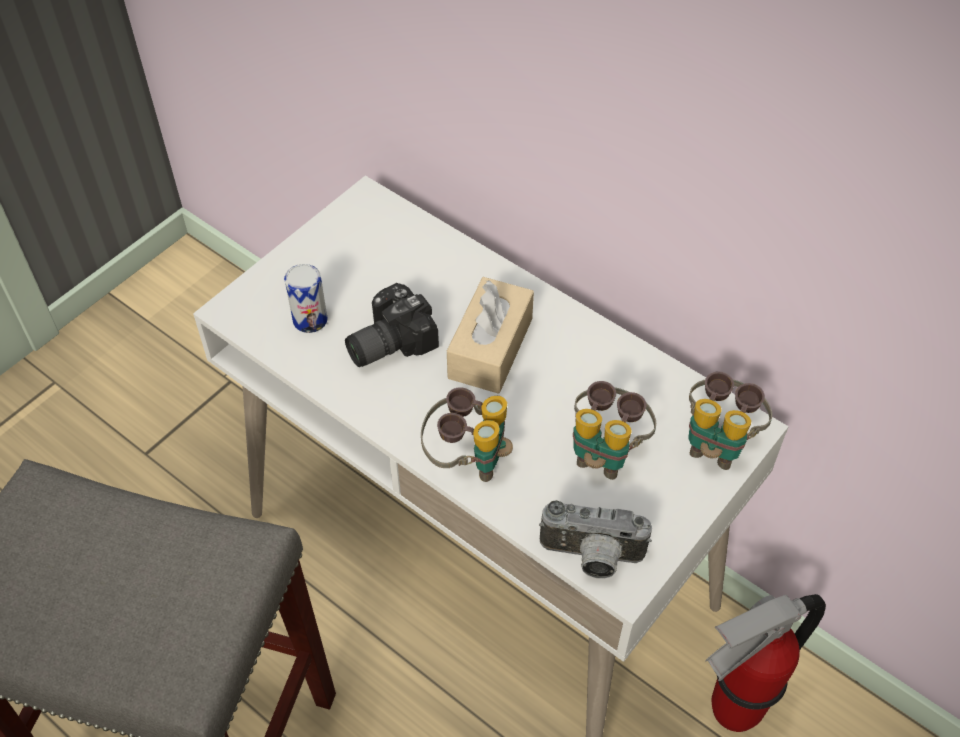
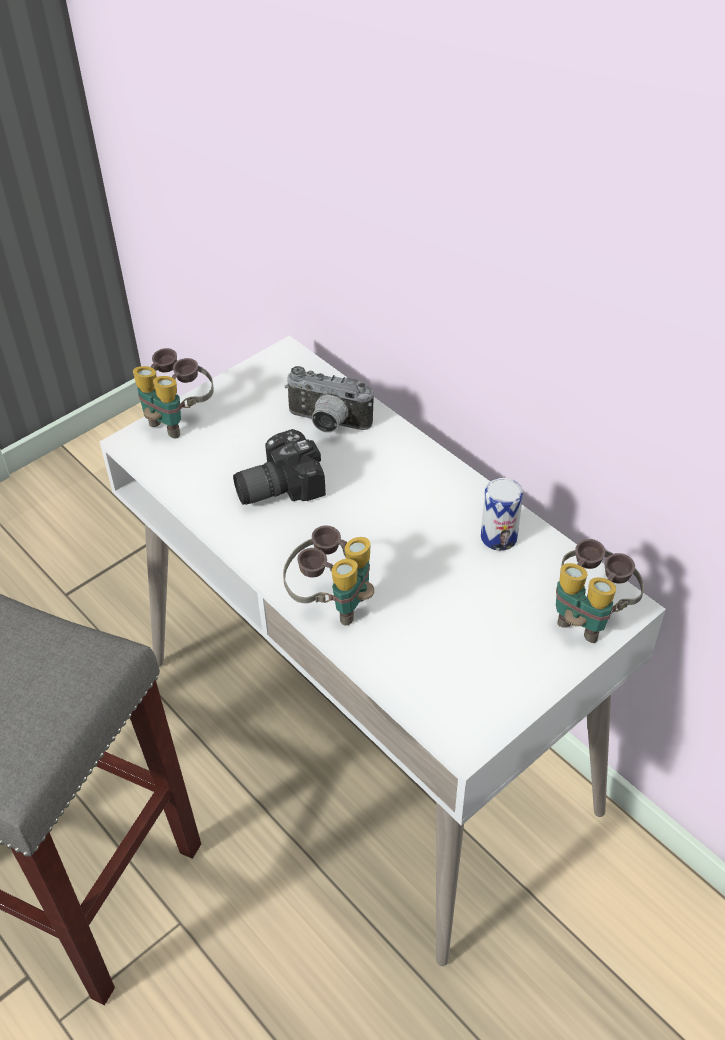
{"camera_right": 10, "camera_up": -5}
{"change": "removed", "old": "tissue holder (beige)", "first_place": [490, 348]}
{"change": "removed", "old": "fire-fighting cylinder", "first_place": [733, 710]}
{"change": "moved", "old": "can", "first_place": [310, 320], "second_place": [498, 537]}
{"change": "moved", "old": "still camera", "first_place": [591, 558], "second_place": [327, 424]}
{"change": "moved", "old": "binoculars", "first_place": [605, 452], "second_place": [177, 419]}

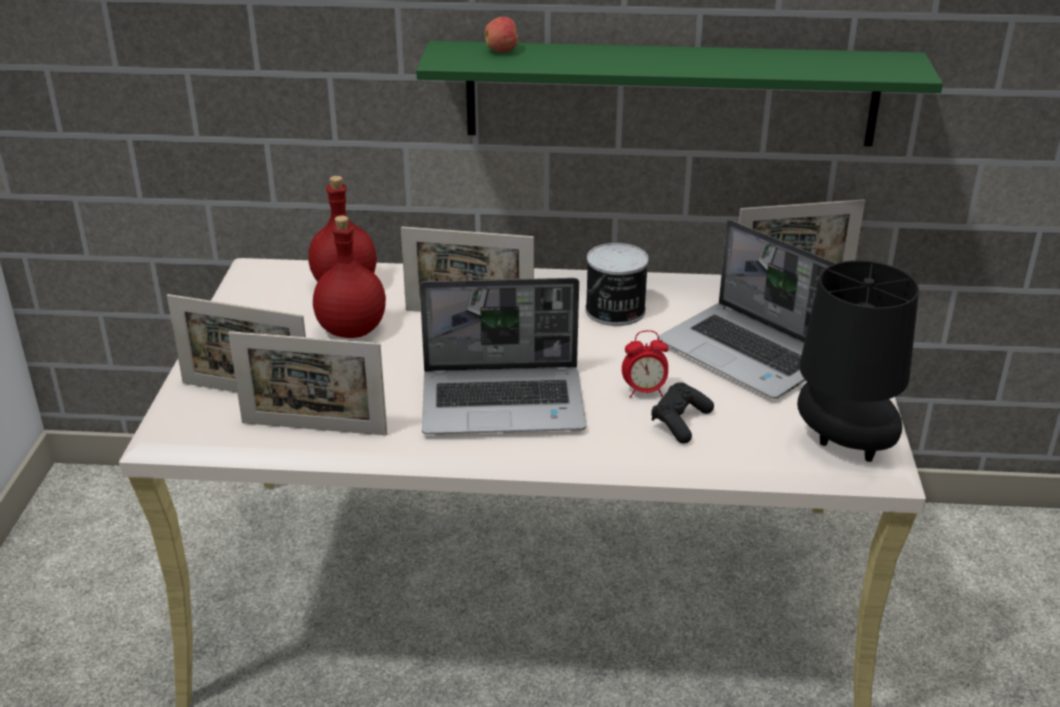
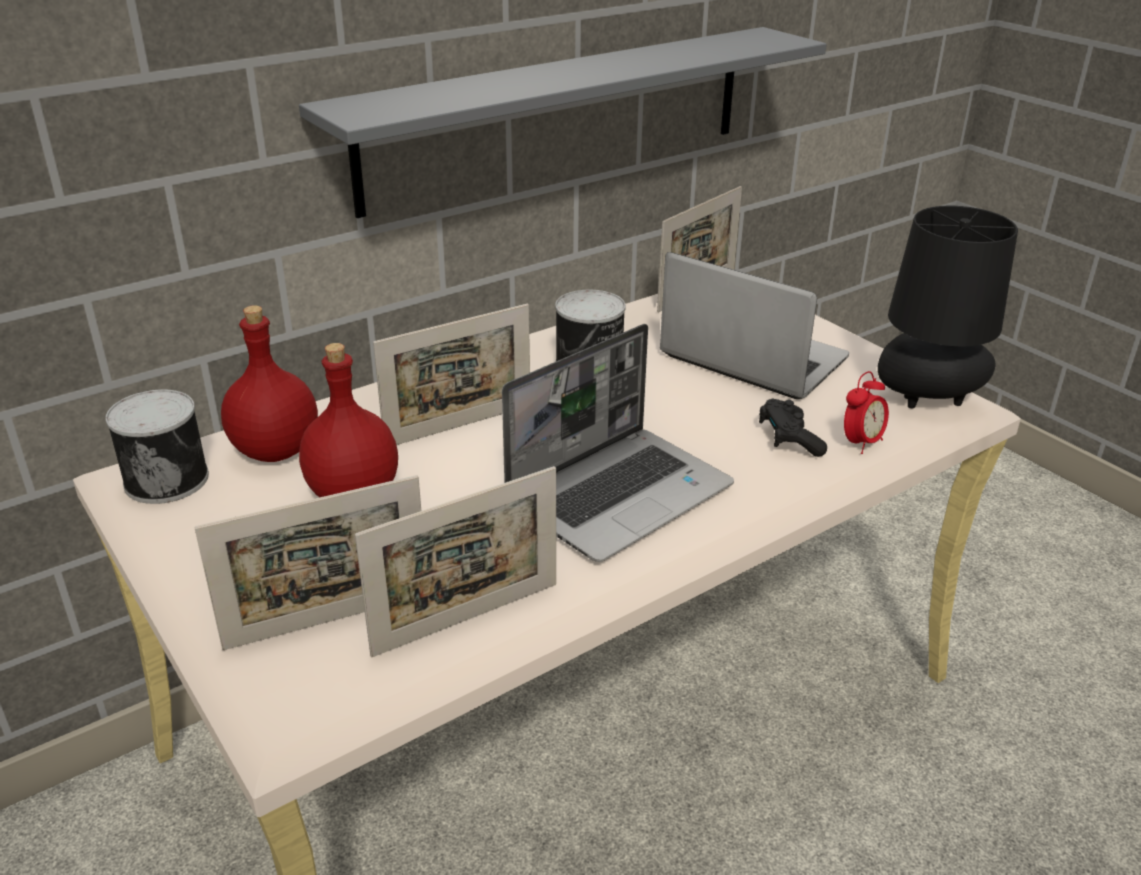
{"camera_right": -40, "camera_up": 0}
{"change": "removed", "old": "apple", "first_place": [502, 51]}
{"change": "added", "new": "can", "second_place": [167, 478]}
{"change": "moved", "old": "table clock", "first_place": [644, 391], "second_place": [861, 443]}
{"change": "recoloured", "old": "wall shelf (green)", "new": "wall shelf (greyish)", "first_place": [670, 93], "second_place": [560, 116]}
{"change": "turned", "old": "portable computer", "first_place": [749, 353], "second_place": [750, 358], "degrees": -150}

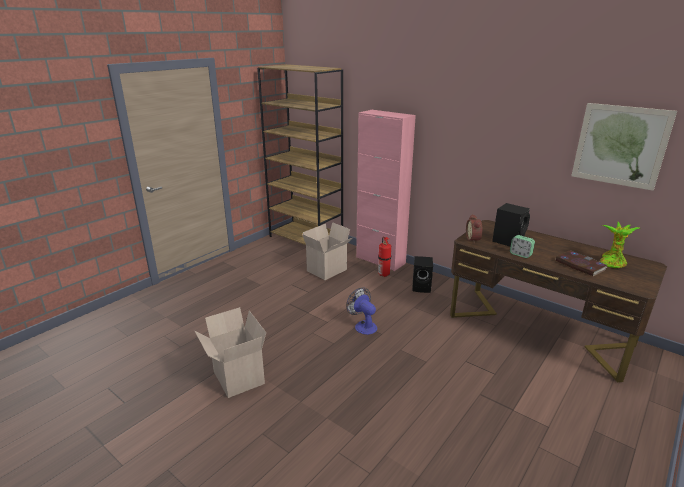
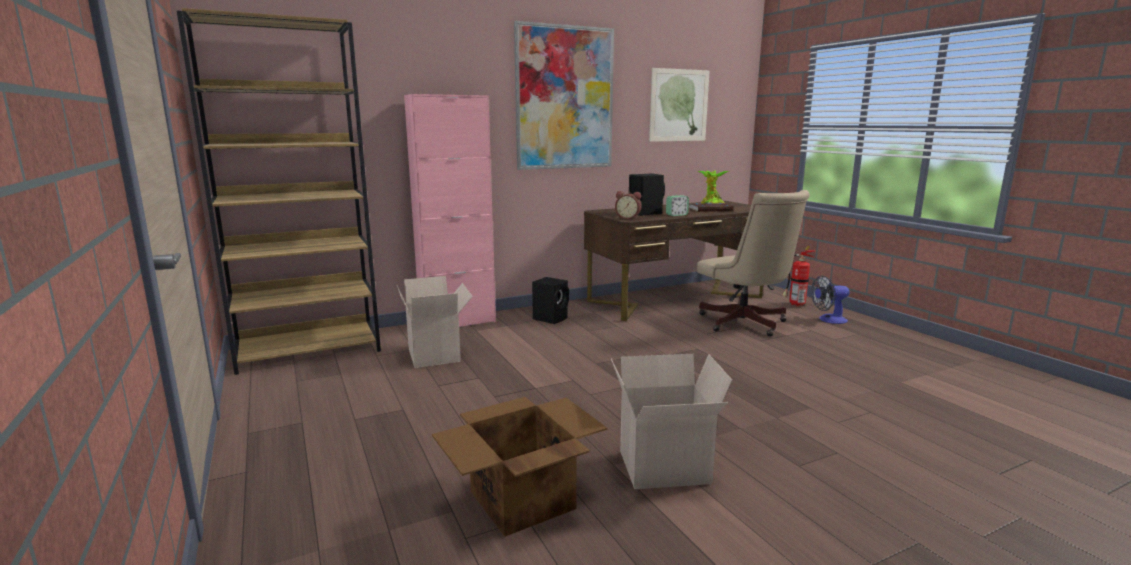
{"camera_right": -65, "camera_up": -10}
{"change": "added", "new": "carton", "second_place": [520, 500]}
{"change": "added", "new": "picture", "second_place": [564, 98]}
{"change": "added", "new": "computer chair (beige)", "second_place": [745, 324]}
{"change": "moved", "old": "electric fan", "first_place": [363, 325], "second_place": [828, 320]}
{"change": "moved", "old": "fire-fighting cylinder", "first_place": [383, 274], "second_place": [794, 304]}

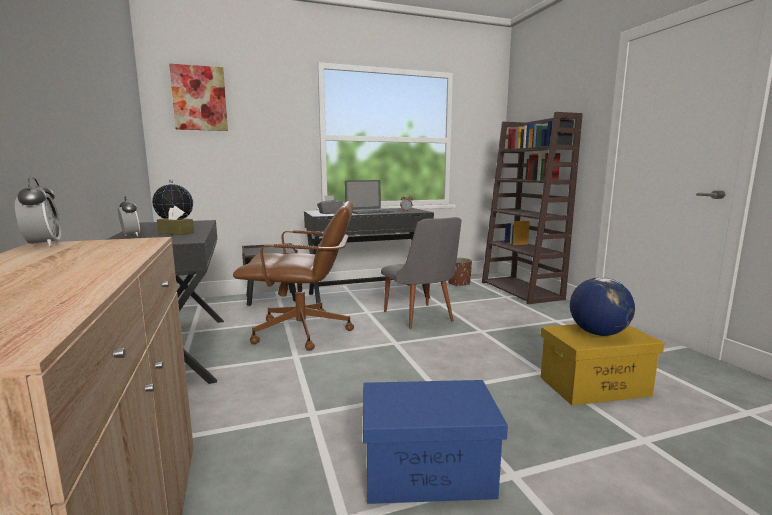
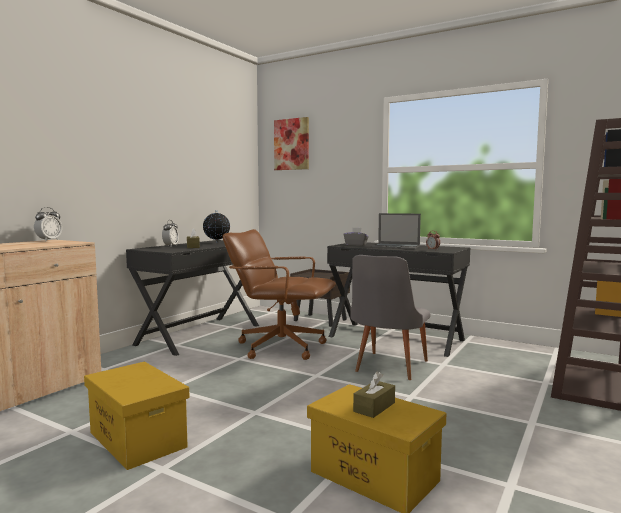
{"camera_right": 50, "camera_up": -5}
{"change": "removed", "old": "plant pot (brown)", "first_place": [459, 283]}
{"change": "replaced", "old": "globe", "new": "tissue holder (brown)", "first_place": [598, 333], "second_place": [374, 407]}
{"change": "recoloured", "old": "storage container (blue-coloured)", "new": "storage container (yellow)", "first_place": [426, 473], "second_place": [136, 439]}
{"change": "turned", "old": "computer chair (brown)", "first_place": [303, 332], "second_place": [280, 347], "degrees": 150}

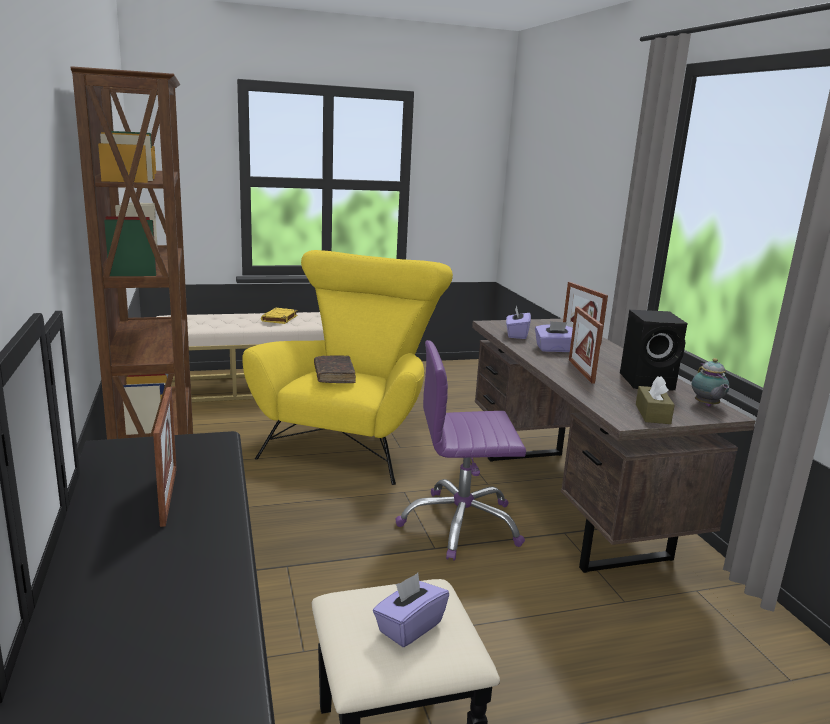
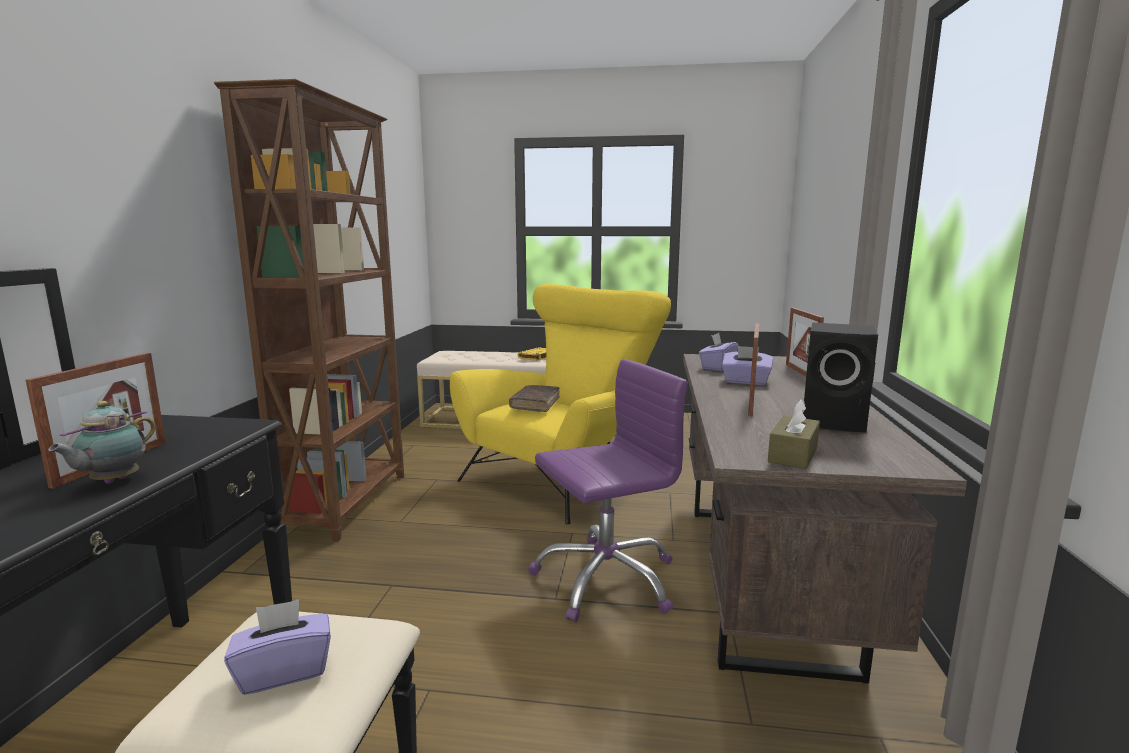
{"camera_right": 25, "camera_up": -5}
{"change": "moved", "old": "tea pot", "first_place": [706, 405], "second_place": [112, 482]}
{"change": "turned", "old": "computer chair (purplish)", "first_place": [461, 525], "second_place": [605, 579], "degrees": 135}

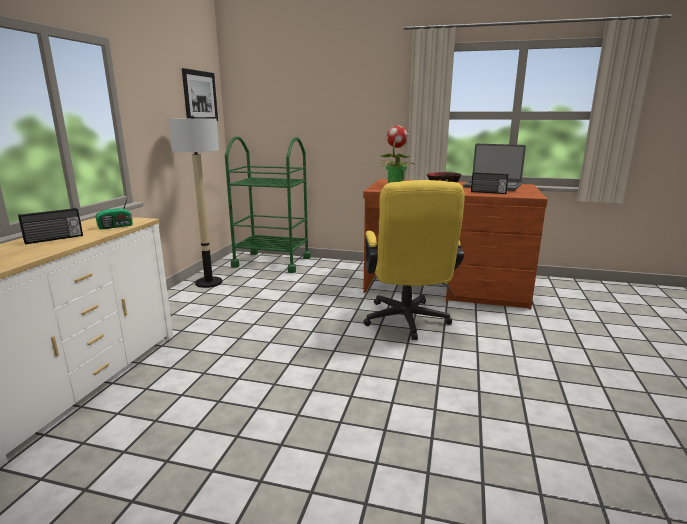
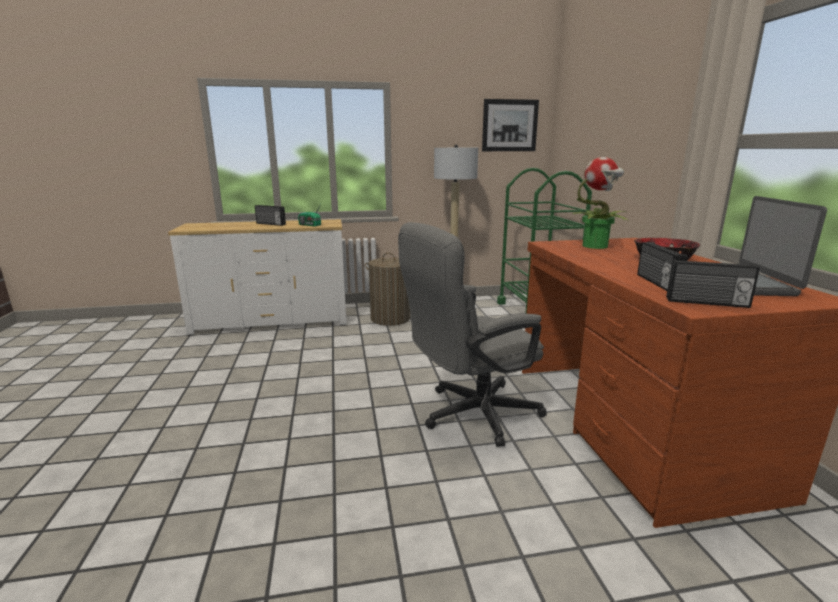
{"camera_right": 65, "camera_up": 0}
{"change": "added", "new": "hamper", "second_place": [390, 318]}
{"change": "added", "new": "radio set", "second_place": [707, 303]}
{"change": "recoloured", "old": "computer chair (yellow)", "new": "computer chair (greyish)", "first_place": [407, 323], "second_place": [470, 415]}

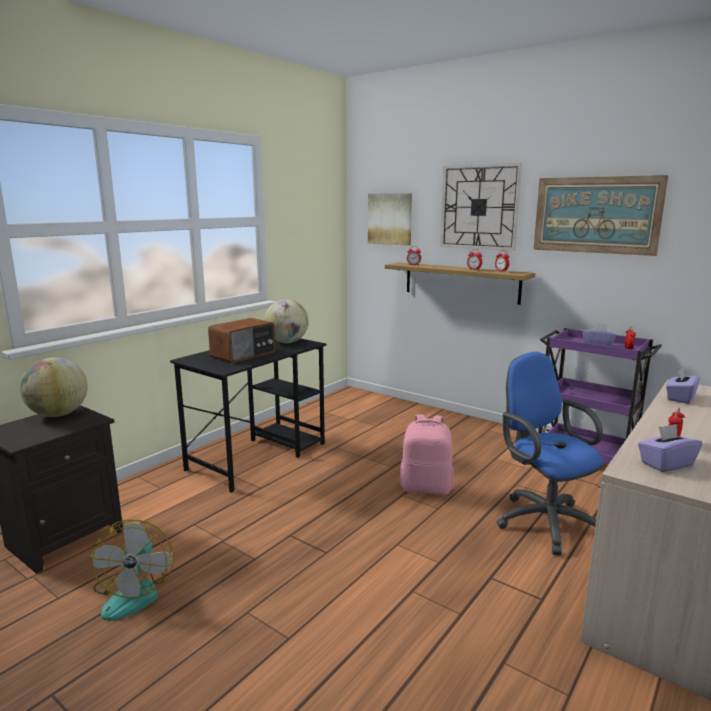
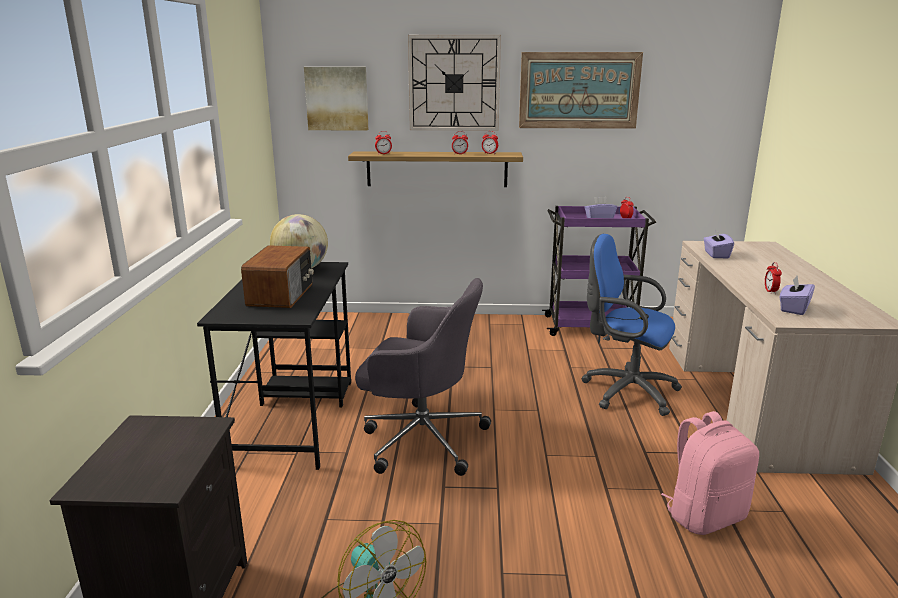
{"camera_right": -35, "camera_up": 5}
{"change": "removed", "old": "globe", "first_place": [58, 414]}
{"change": "added", "new": "computer chair (greyish)", "second_place": [421, 439]}
{"change": "moved", "old": "rucksack (pinkish)", "first_place": [426, 488], "second_place": [704, 516]}

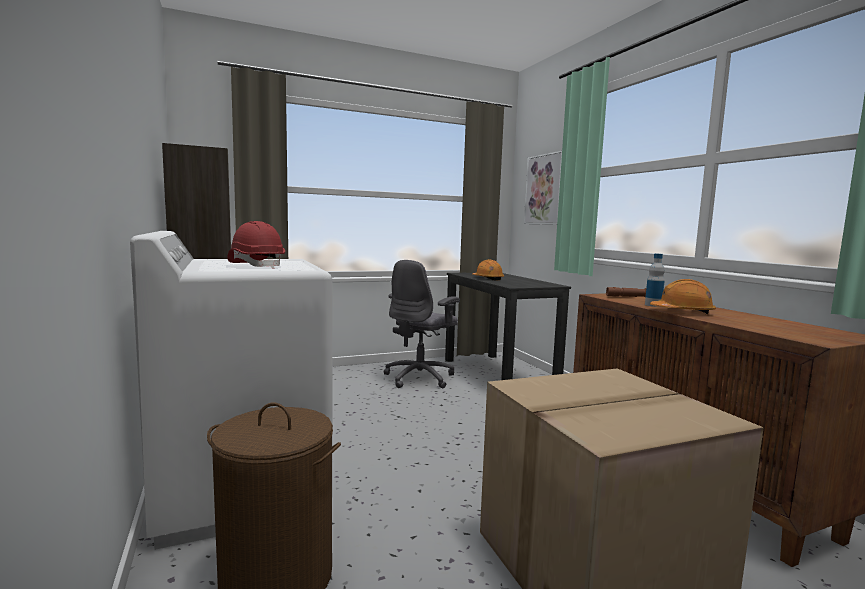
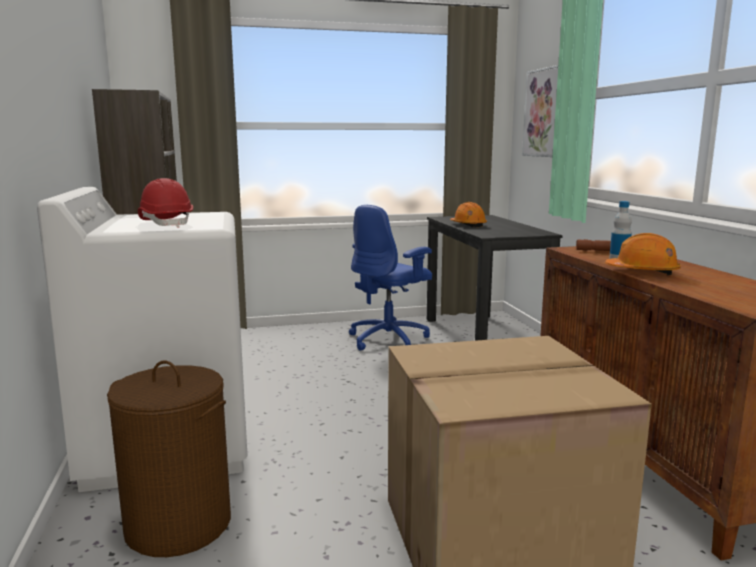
{"camera_right": 10, "camera_up": 5}
{"change": "recoloured", "old": "computer chair (greyish)", "new": "computer chair (blue-coloured)", "first_place": [420, 378], "second_place": [389, 339]}

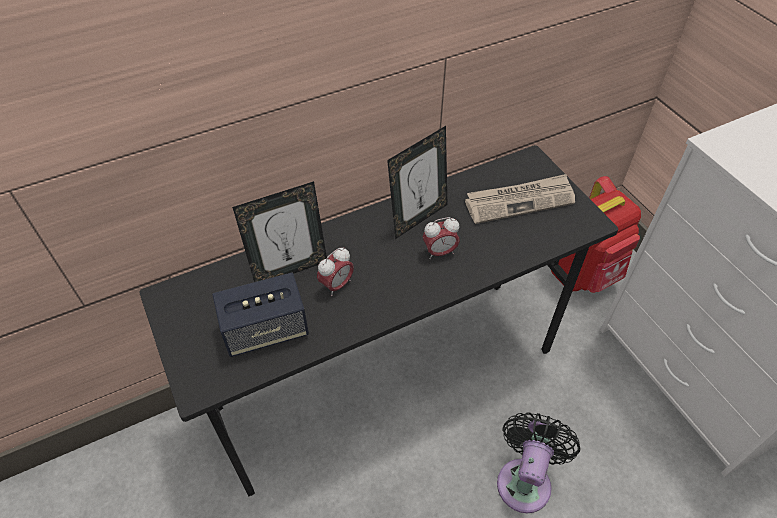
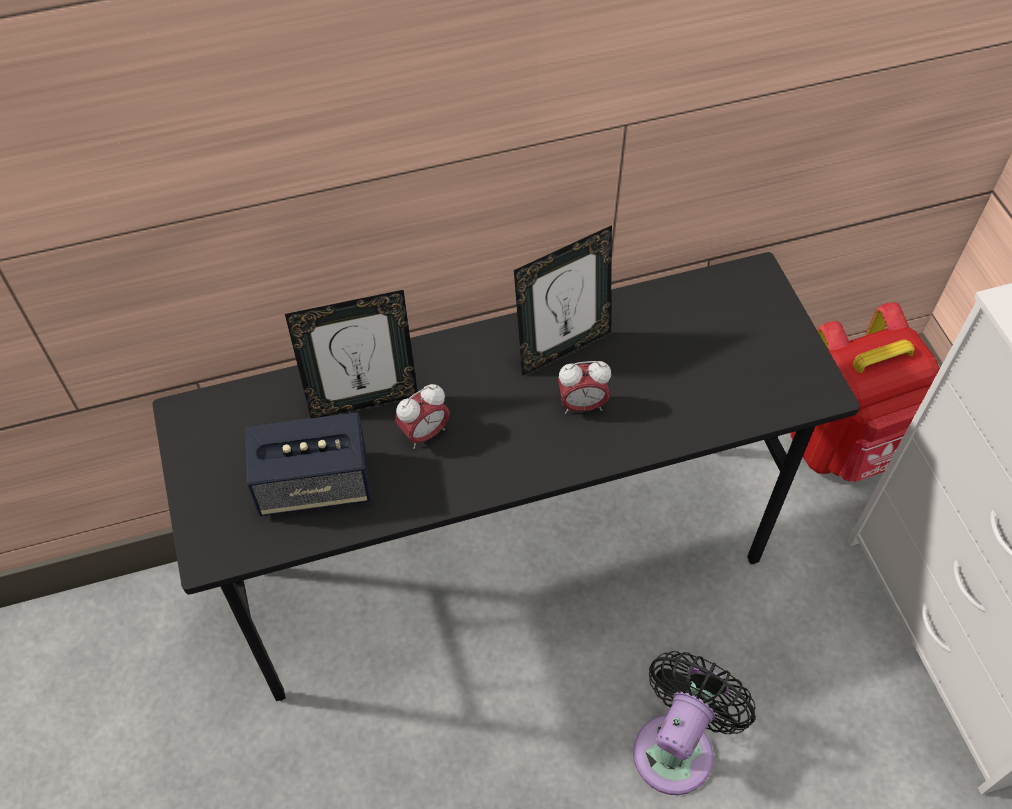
{"camera_right": 10, "camera_up": 5}
{"change": "removed", "old": "printed paper", "first_place": [520, 201]}

